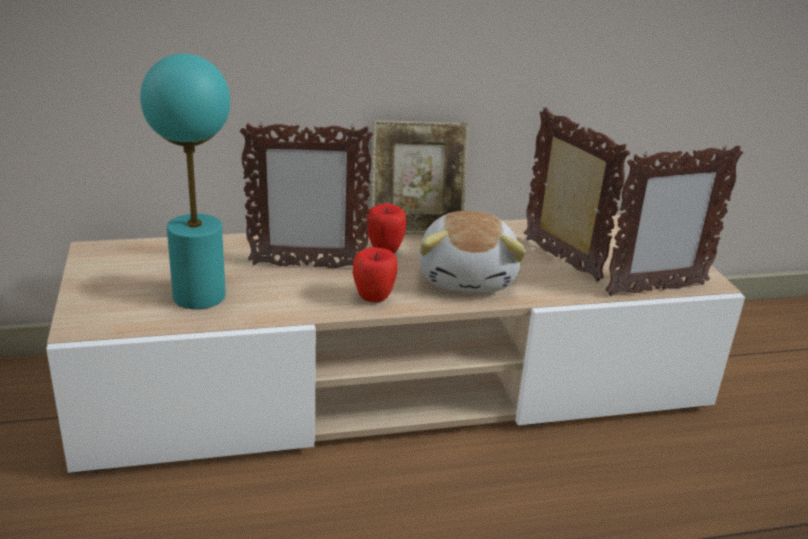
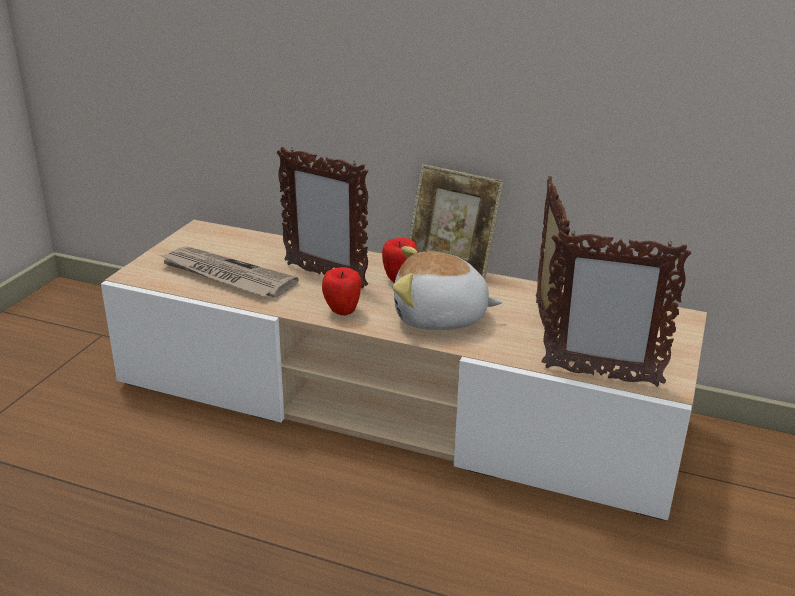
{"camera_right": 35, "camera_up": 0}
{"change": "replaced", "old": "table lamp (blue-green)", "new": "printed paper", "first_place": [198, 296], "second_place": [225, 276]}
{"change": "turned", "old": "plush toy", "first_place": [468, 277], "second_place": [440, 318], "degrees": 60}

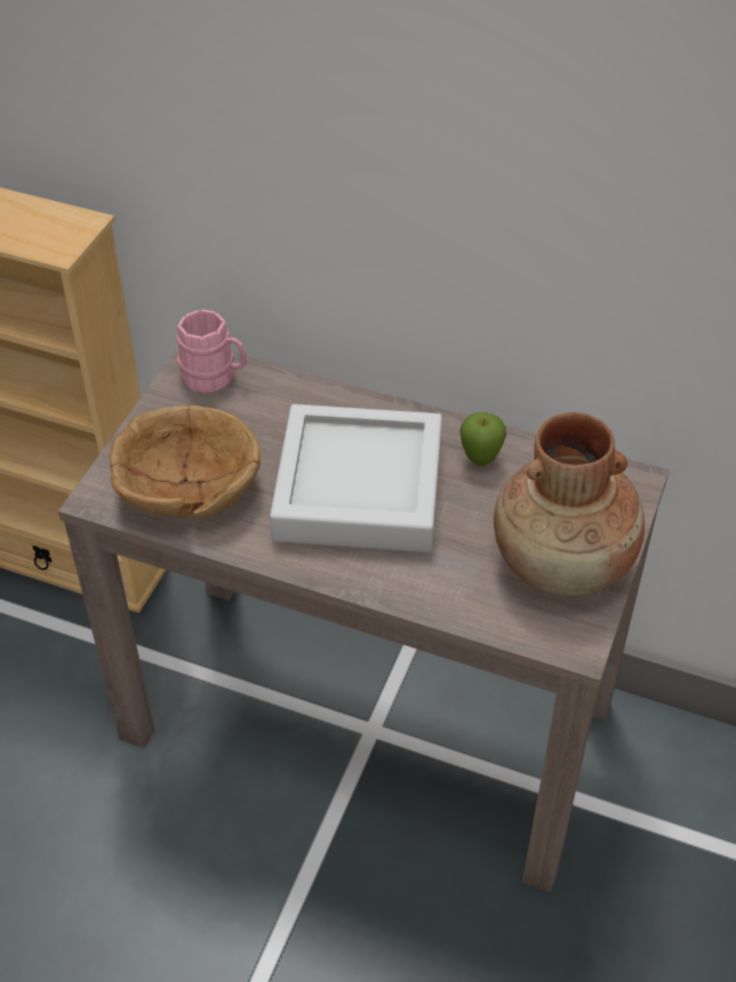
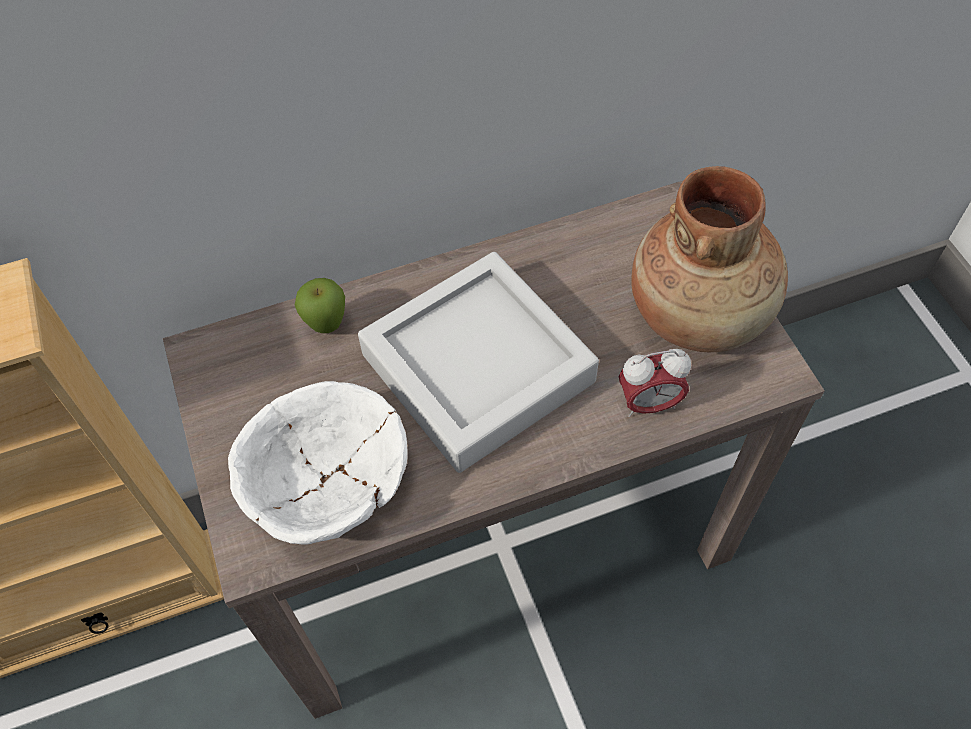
{"camera_right": -40, "camera_up": 10}
{"change": "removed", "old": "coffee mug (pinkish)", "first_place": [215, 377]}
{"change": "added", "new": "table clock", "second_place": [648, 403]}
{"change": "moved", "old": "apple", "first_place": [480, 460], "second_place": [327, 326]}
{"change": "recoloured", "old": "deep dish (brown)", "new": "deep dish (white-coloured)", "first_place": [186, 488], "second_place": [325, 482]}

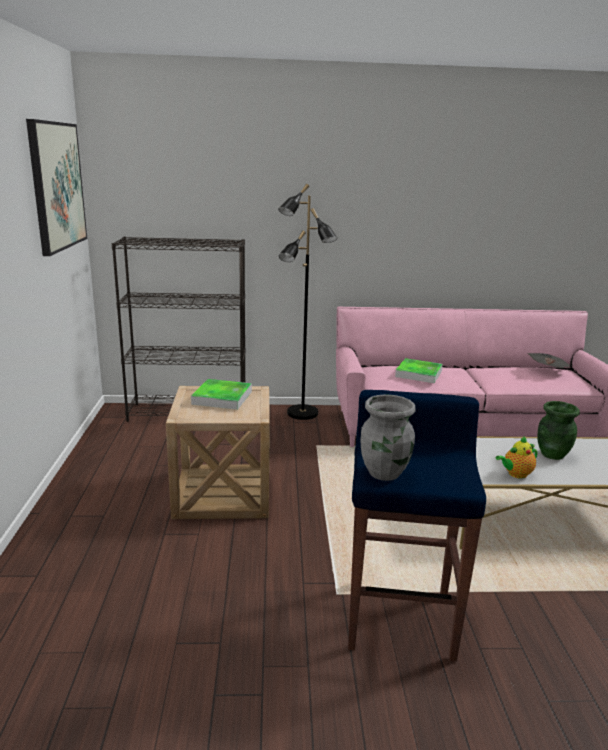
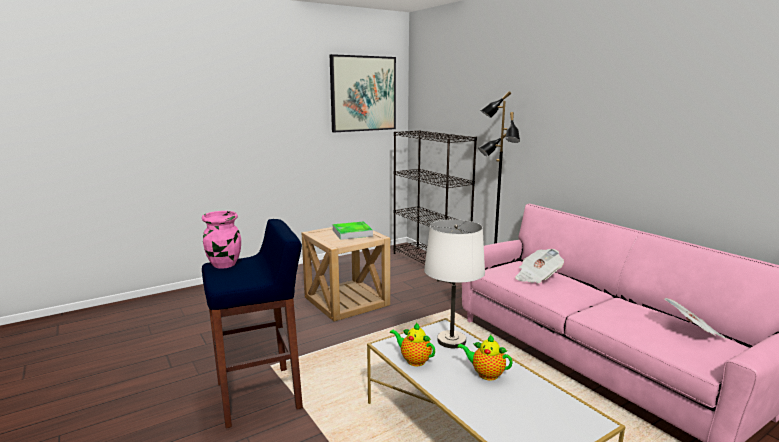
{"camera_right": 60, "camera_up": -5}
{"change": "added", "new": "table lamp (white-coloured)", "second_place": [451, 340]}
{"change": "replaced", "old": "serving tray", "new": "printed paper", "first_place": [418, 373], "second_place": [537, 277]}
{"change": "replaced", "old": "flower vase (green)", "new": "tea pot", "first_place": [552, 454], "second_place": [485, 374]}
{"change": "recoloured", "old": "flower vase (greyish)", "new": "flower vase (pinkish)", "first_place": [385, 473], "second_place": [224, 265]}

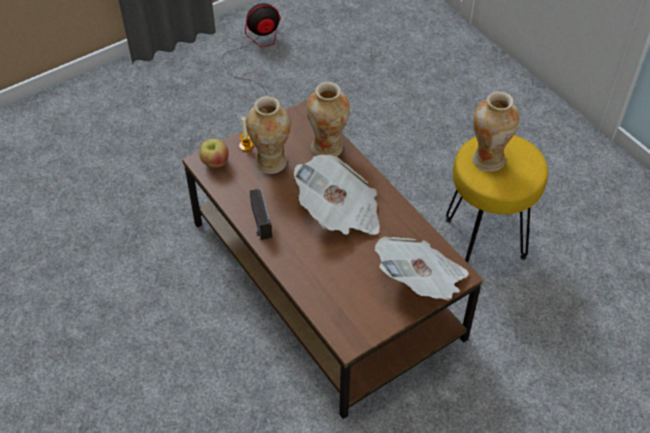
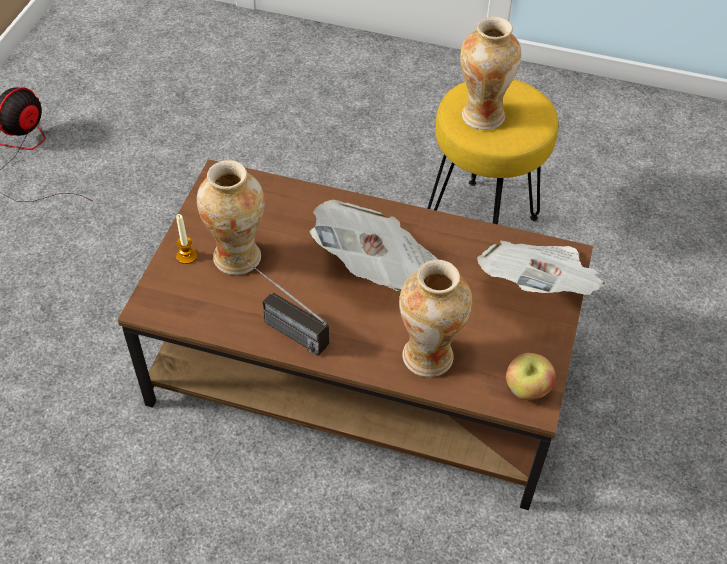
{"camera_right": -40, "camera_up": 0}
{"change": "moved", "old": "apple", "first_place": [215, 162], "second_place": [526, 389]}
{"change": "moved", "old": "flower vase", "first_place": [327, 148], "second_place": [428, 356]}

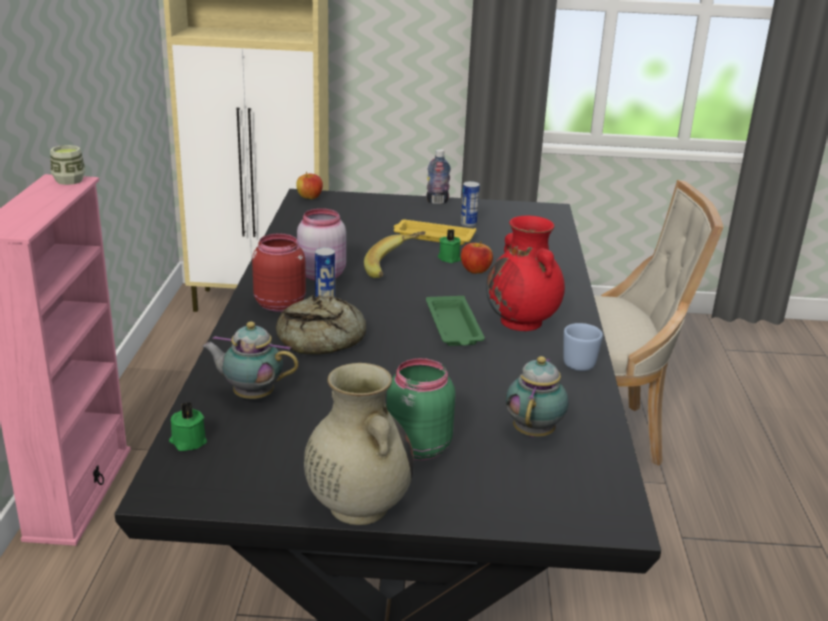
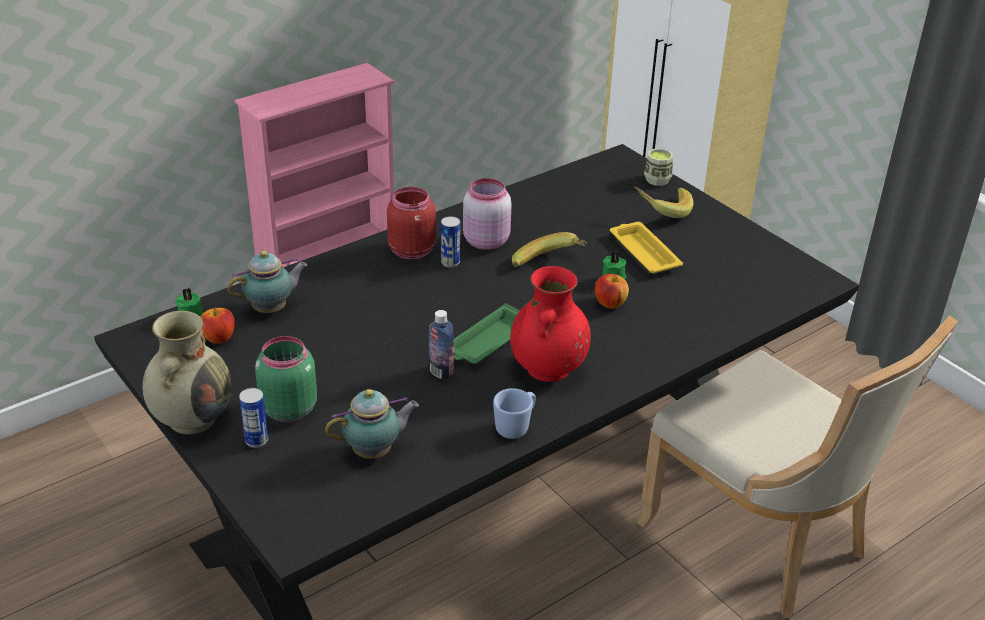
{"camera_right": 50, "camera_up": 10}
{"change": "removed", "old": "bread", "first_place": [323, 338]}
{"change": "added", "new": "banana fruit", "second_place": [661, 210]}
{"change": "moved", "old": "small cup", "first_place": [69, 180], "second_place": [657, 180]}
{"change": "moved", "old": "apple", "first_place": [309, 198], "second_place": [219, 338]}
{"change": "moved", "old": "beverage bottle", "first_place": [437, 202], "second_place": [441, 372]}
{"change": "moved", "old": "can", "first_place": [468, 224], "second_place": [256, 440]}
{"change": "turned", "old": "tea pot", "first_place": [251, 395], "second_place": [272, 309], "degrees": 90}

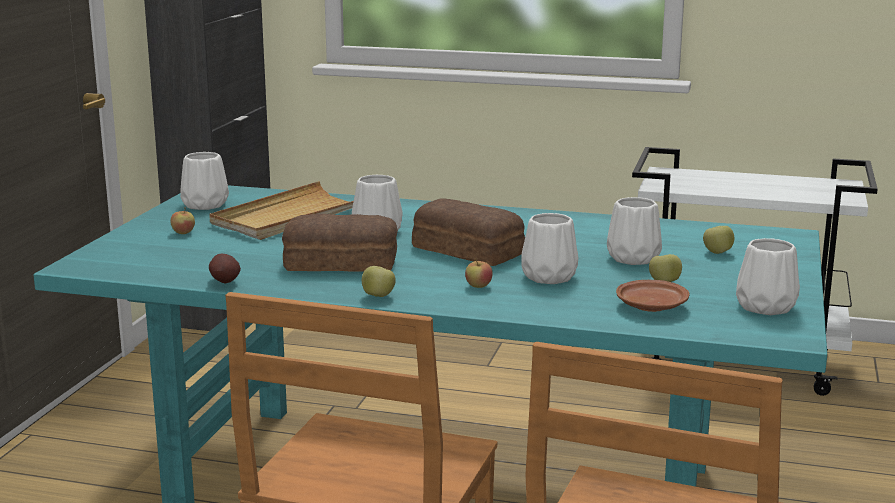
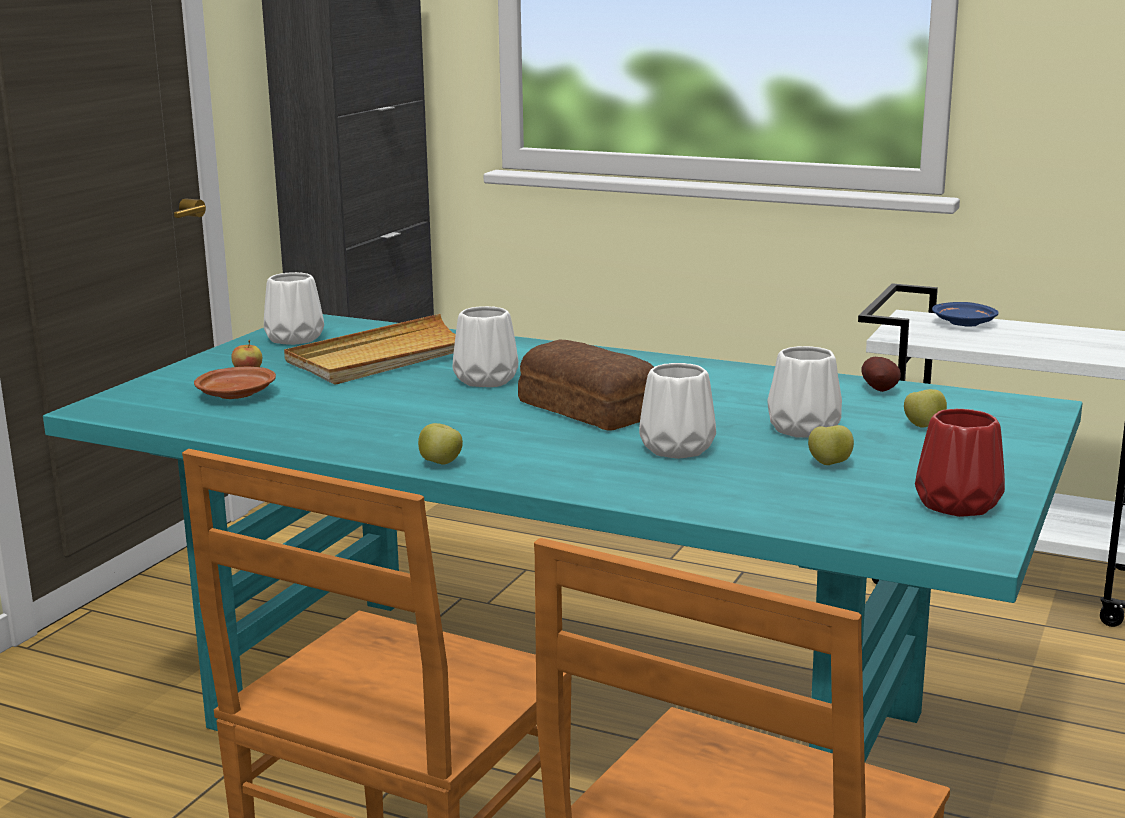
{"camera_right": 10, "camera_up": 0}
{"change": "removed", "old": "bread", "first_place": [342, 263]}
{"change": "removed", "old": "apple", "first_place": [478, 286]}
{"change": "added", "new": "plate (blue-coloured)", "second_place": [964, 323]}
{"change": "moved", "old": "potato", "first_place": [225, 282], "second_place": [880, 390]}
{"change": "moved", "old": "plate (brown)", "first_place": [651, 306], "second_place": [236, 394]}
{"change": "recoloured", "old": "flower vase (white-coloured)", "new": "flower vase (red)", "first_place": [765, 307], "second_place": [956, 505]}

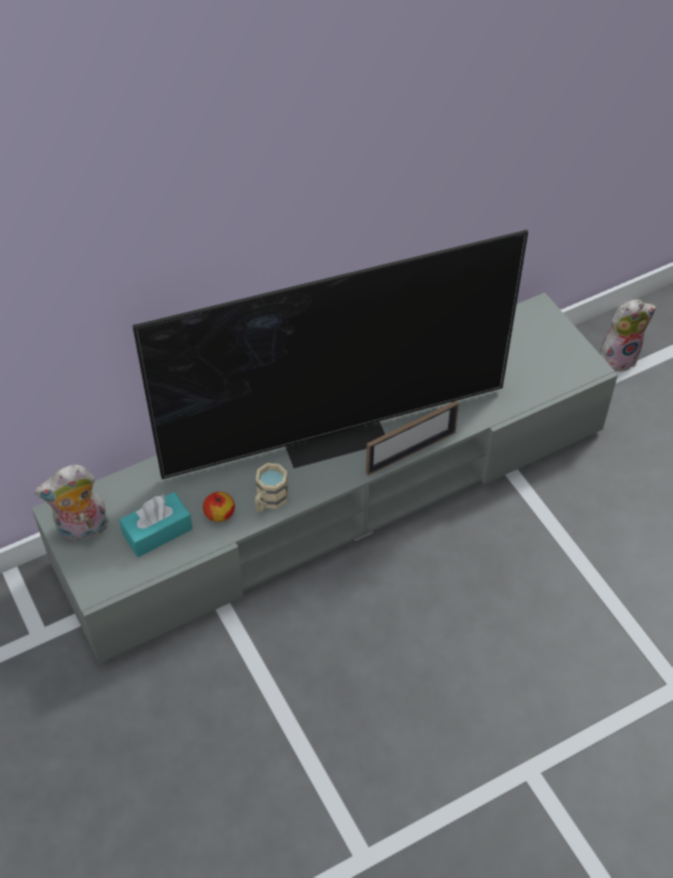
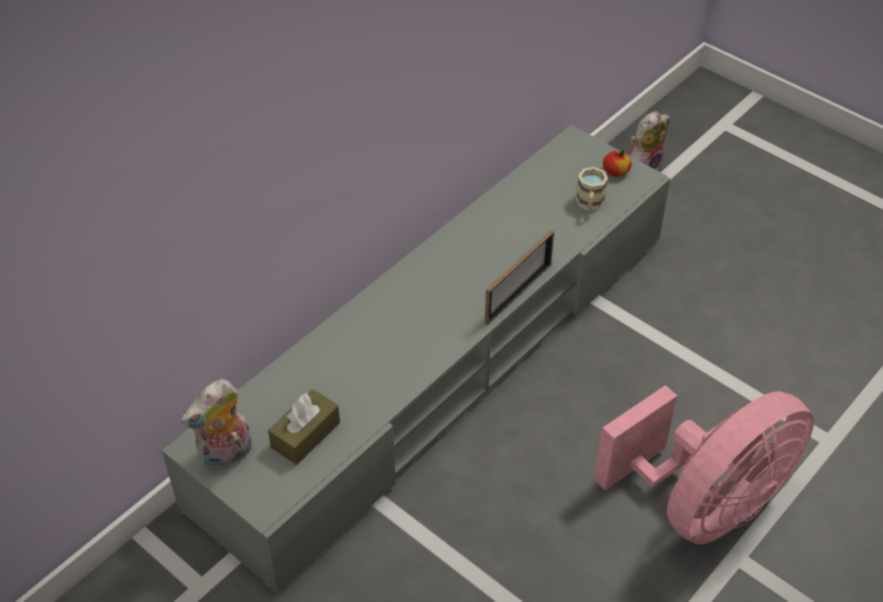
{"camera_right": -20, "camera_up": -5}
{"change": "removed", "old": "television", "first_place": [335, 433]}
{"change": "added", "new": "electric fan (pinkish)", "second_place": [704, 505]}
{"change": "moved", "old": "apple", "first_place": [219, 513], "second_place": [616, 171]}
{"change": "moved", "old": "coffee mug (beige)", "first_place": [269, 501], "second_place": [589, 205]}
{"change": "recoloured", "old": "tissue holder (blue-green)", "new": "tissue holder (brown)", "first_place": [157, 531], "second_place": [305, 435]}

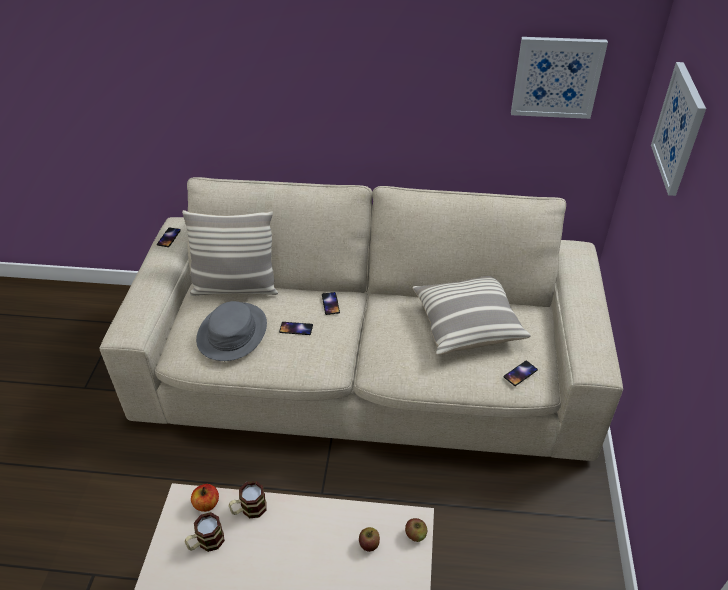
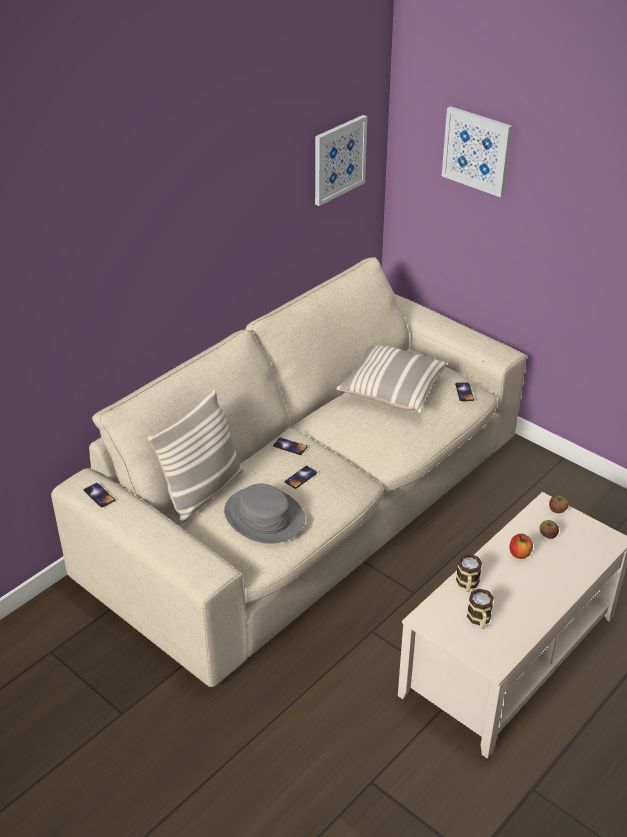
{"camera_right": -55, "camera_up": -5}
{"change": "moved", "old": "apple", "first_place": [207, 504], "second_place": [519, 554]}

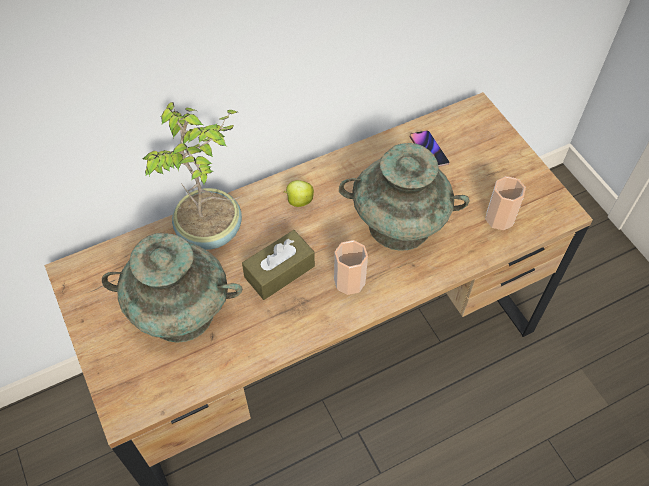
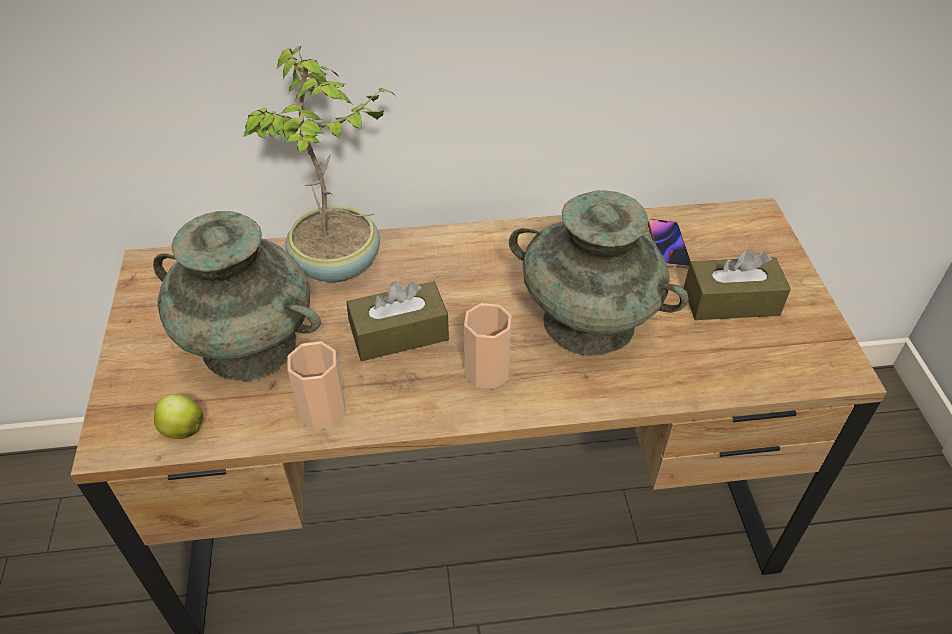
{"camera_right": 20, "camera_up": -10}
{"change": "added", "new": "tissue holder (brown)", "second_place": [731, 301]}
{"change": "moved", "old": "apple", "first_place": [299, 201], "second_place": [182, 429]}
{"change": "moved", "old": "small cup", "first_place": [499, 218], "second_place": [323, 411]}

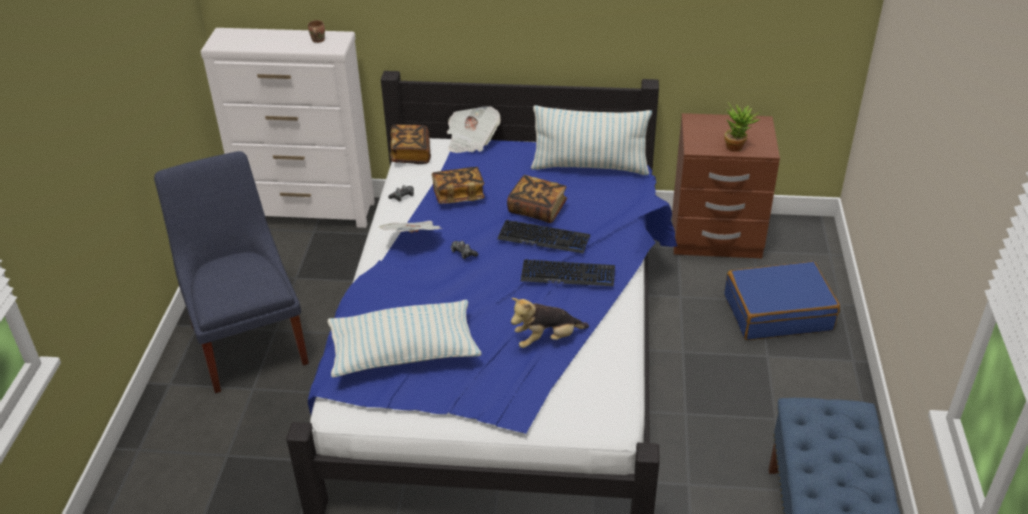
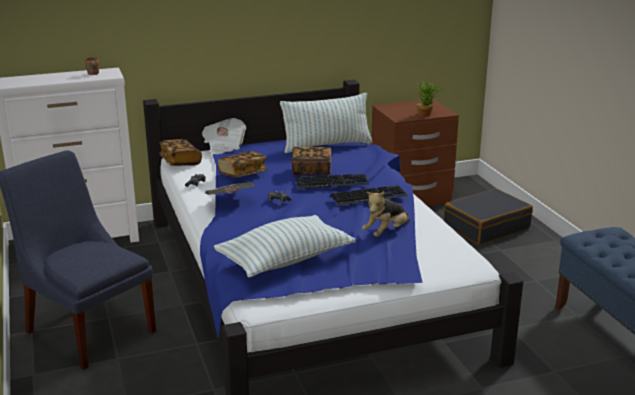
{"camera_right": -25, "camera_up": -15}
{"change": "recoloured", "old": "travel case (blue-coloured)", "new": "travel case (black)", "first_place": [777, 312], "second_place": [486, 227]}

